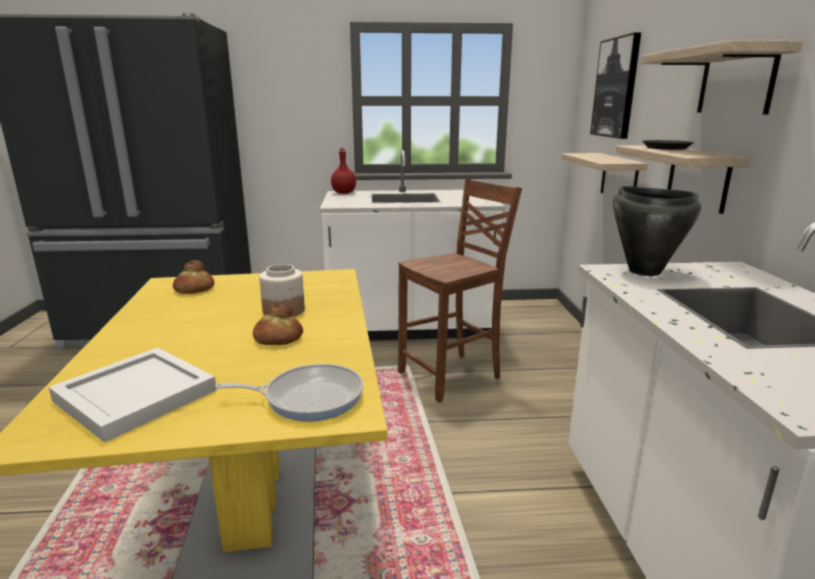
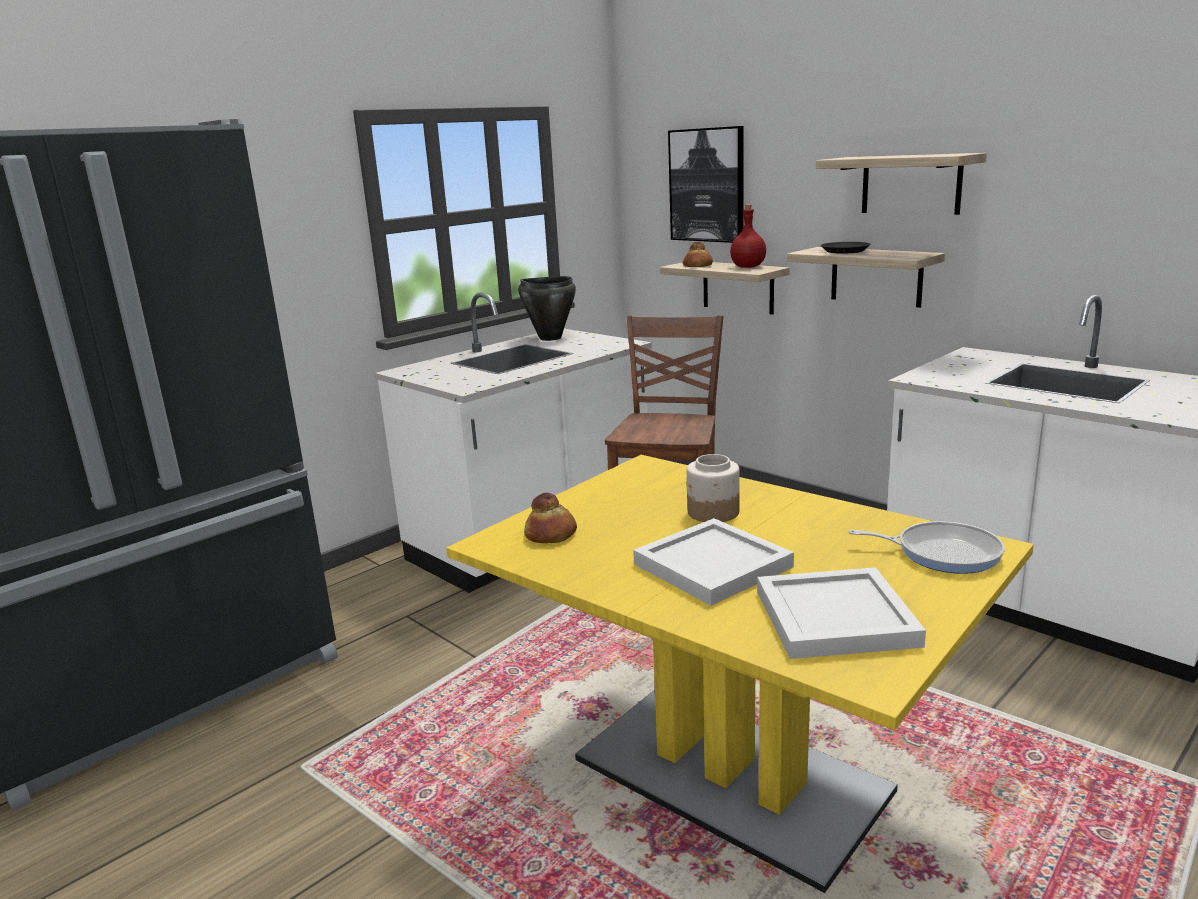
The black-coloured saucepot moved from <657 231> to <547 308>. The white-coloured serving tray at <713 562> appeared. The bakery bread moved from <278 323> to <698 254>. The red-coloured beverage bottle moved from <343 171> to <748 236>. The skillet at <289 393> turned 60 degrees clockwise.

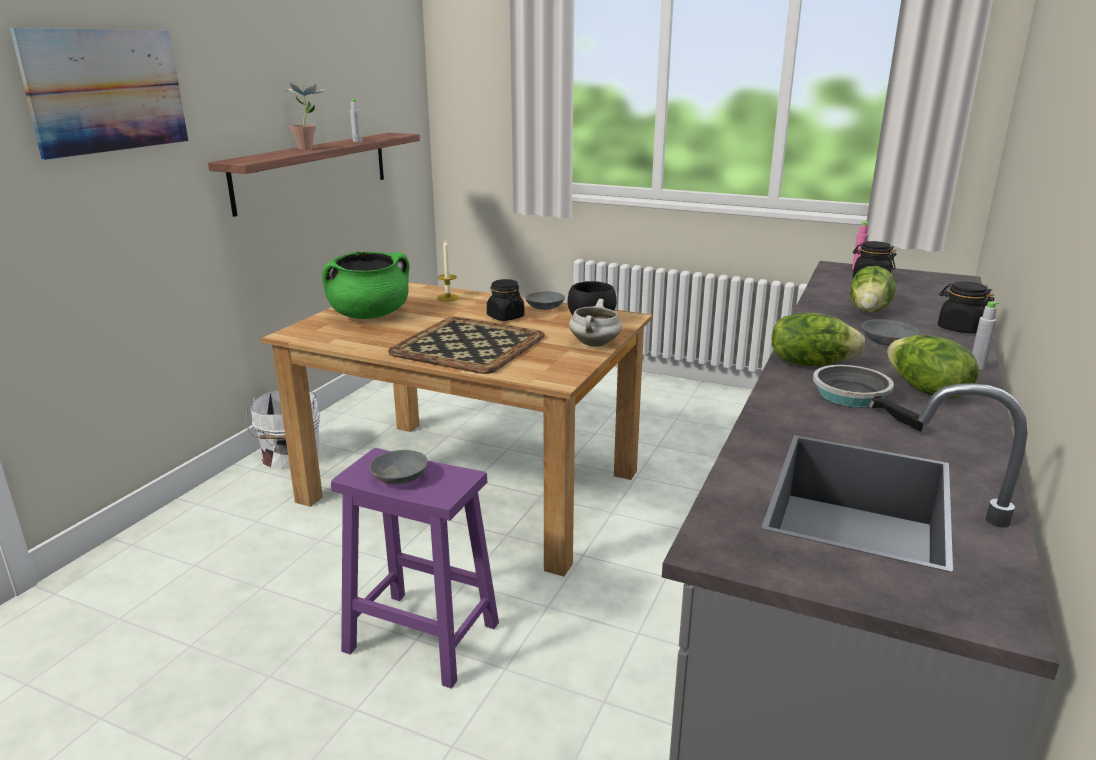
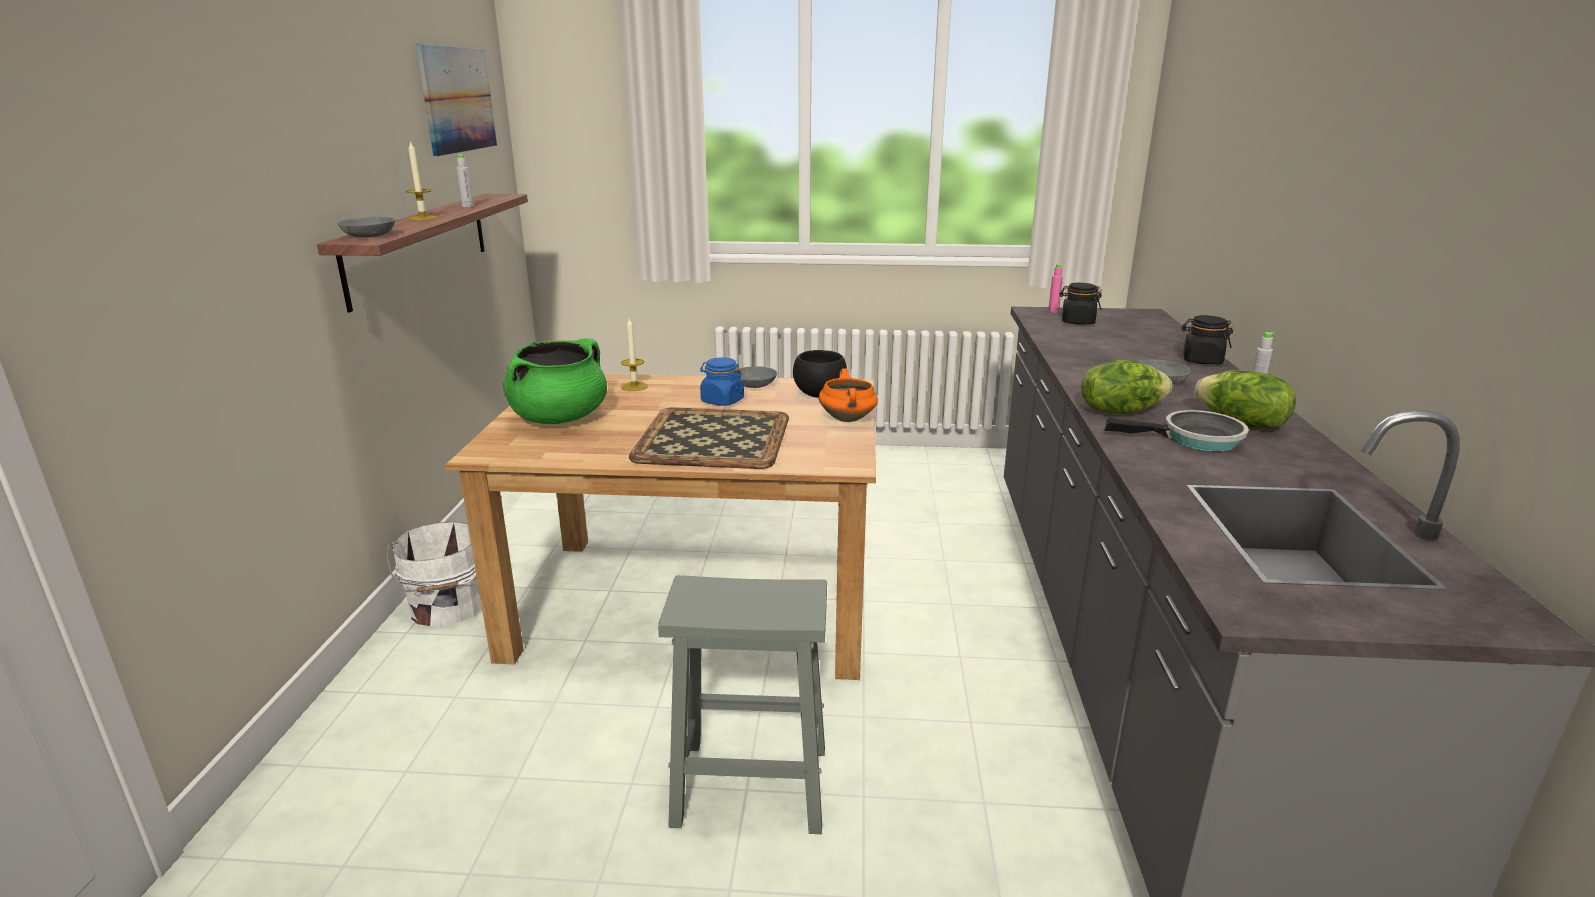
The greyish deep dish moved from <399 467> to <366 227>. The potted plant at <304 115> was replaced by the candle at <422 180>. The wall art moved from <99 94> to <456 100>. The purplish sitting stool at <415 568> became the greyish sitting stool at <742 704>. The black-coloured preserve jar at <505 300> became the blue-coloured preserve jar at <722 381>. The white-coloured saucepot at <595 323> became the orange-coloured saucepot at <848 395>. The skillet at <868 398> turned 135 degrees clockwise. The lettuce head at <872 289> disappeared.

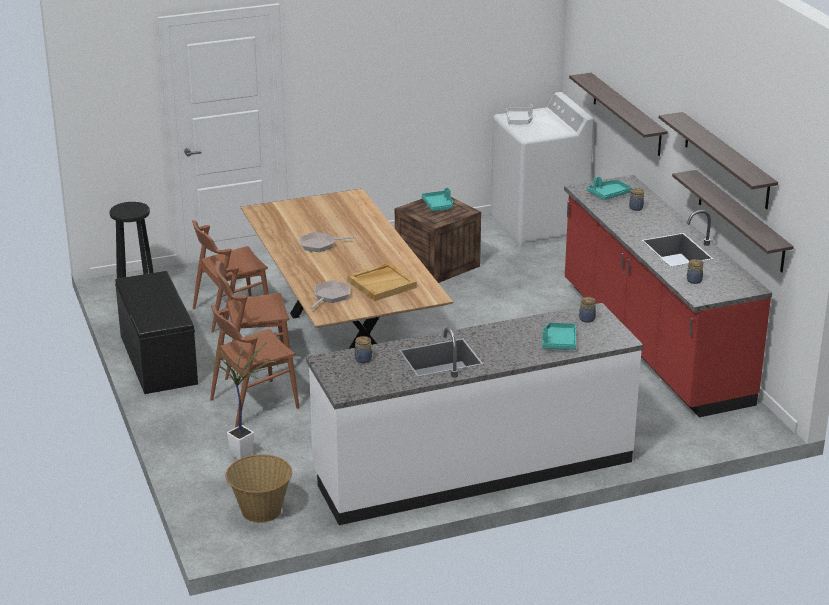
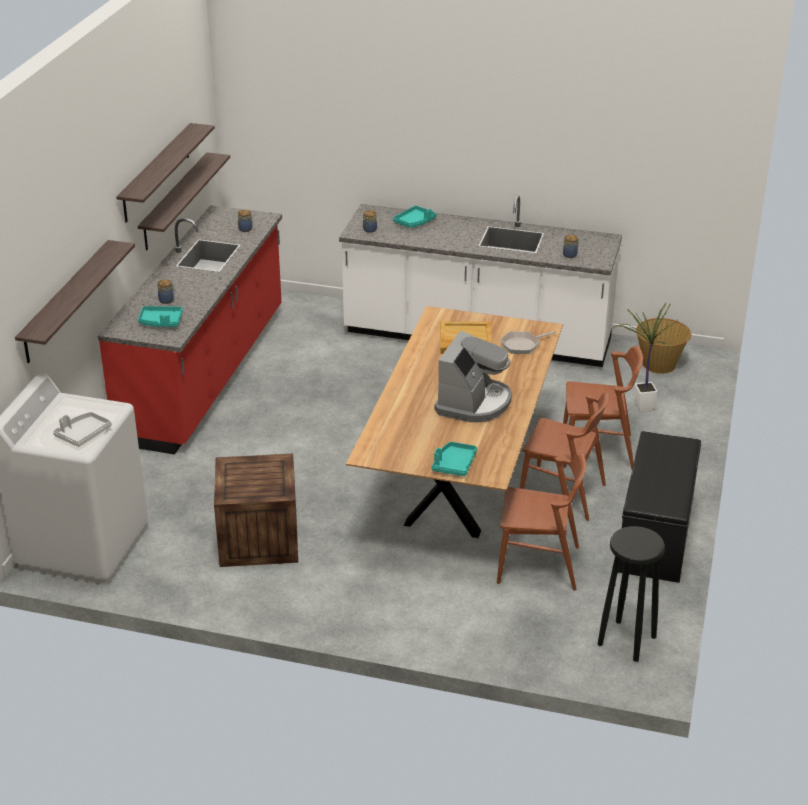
The blue-green serving tray moved from <437 199> to <454 459>. The skillet at <327 242> was replaced by the coffee machine at <473 376>.

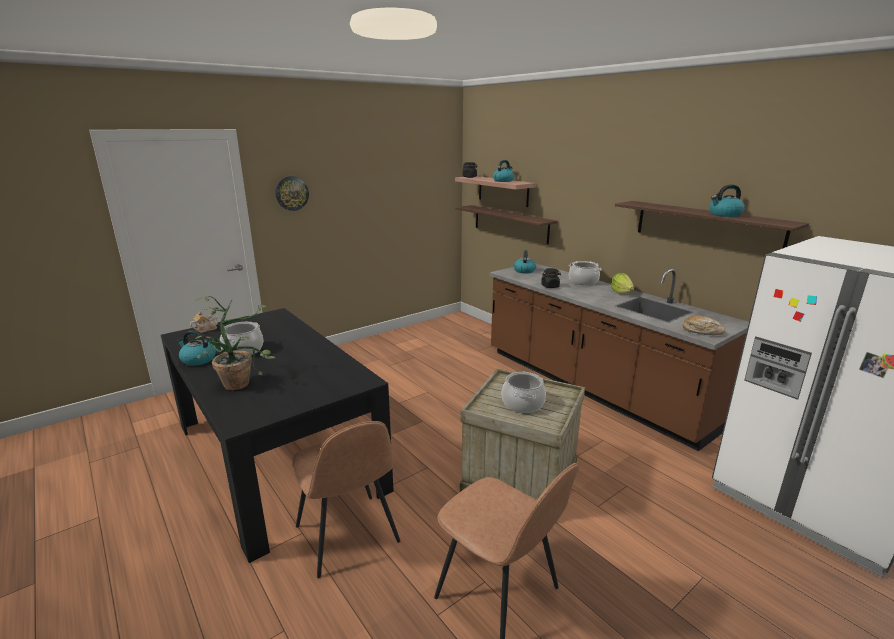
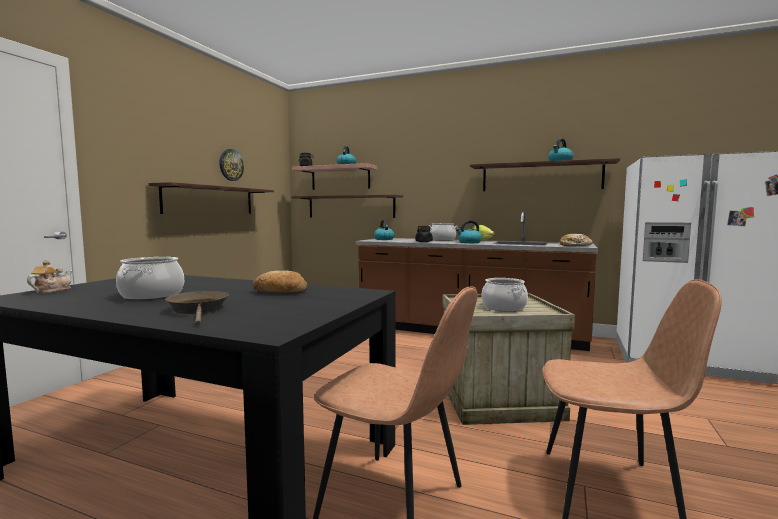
The wall shelf at <211 198> appeared. The potted plant at <236 343> was replaced by the brownish skillet at <197 308>. The clock on the wall moved from <292 193> to <231 165>. The bakery bread at <280 281> appeared. The water kettle moved from <196 348> to <469 232>.

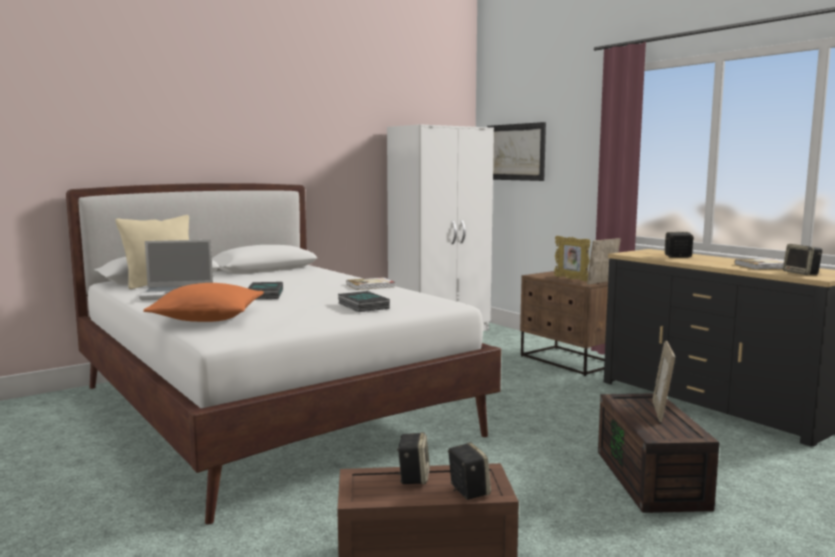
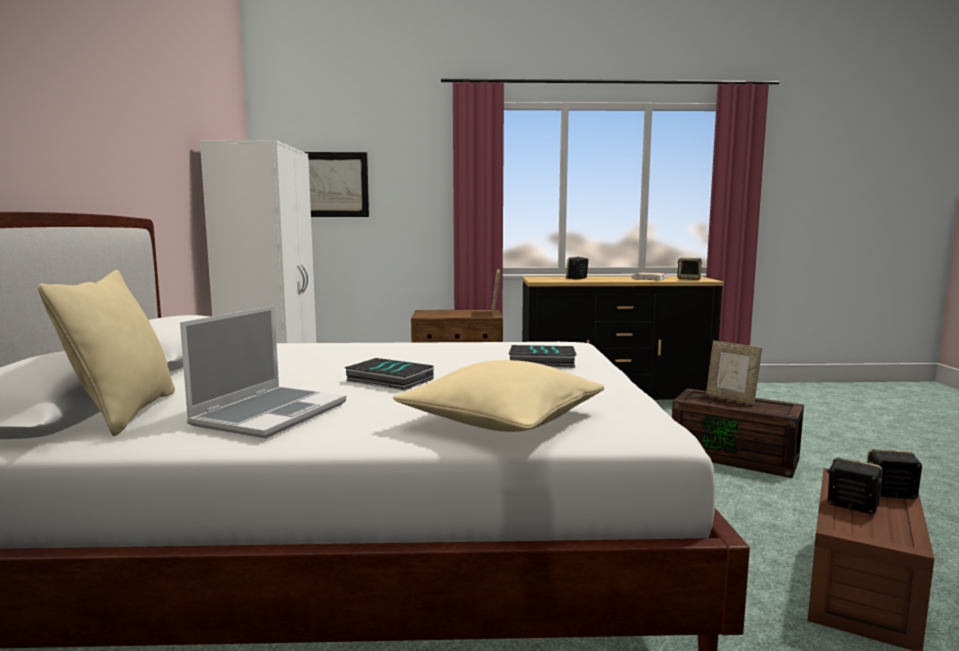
The orange-coloured throw pillow at <204 302> became the beige-coloured throw pillow at <499 396>. The volume at <371 283> disappeared. The picture frame at <572 258> disappeared.

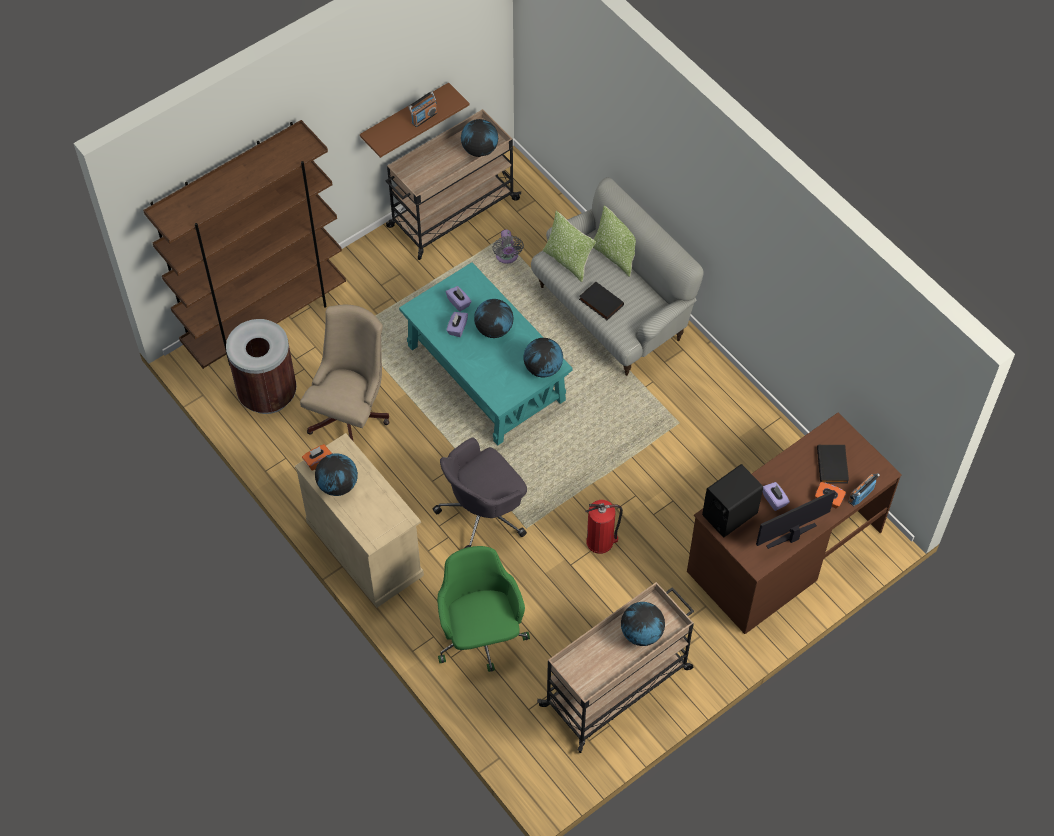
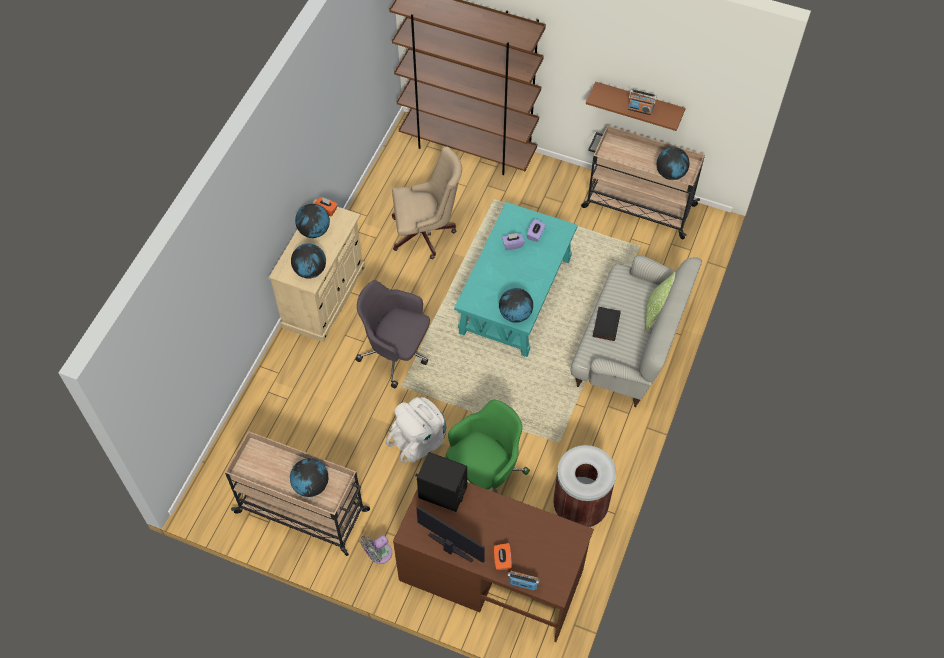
The globe moved from <494 318> to <308 261>. The greyish fan moved from <508 246> to <376 549>. The extinguisher at <604 527> was replaced by the white-coloured backpack at <416 430>. The green-coloured computer chair moved from <483 609> to <488 446>. The brownish trash can moved from <261 366> to <584 486>. The throw pillow at <569 246> disappeared. The purplish box of tissues at <776 496> disappeared. The black-coloured volume at <833 463> disappeared.

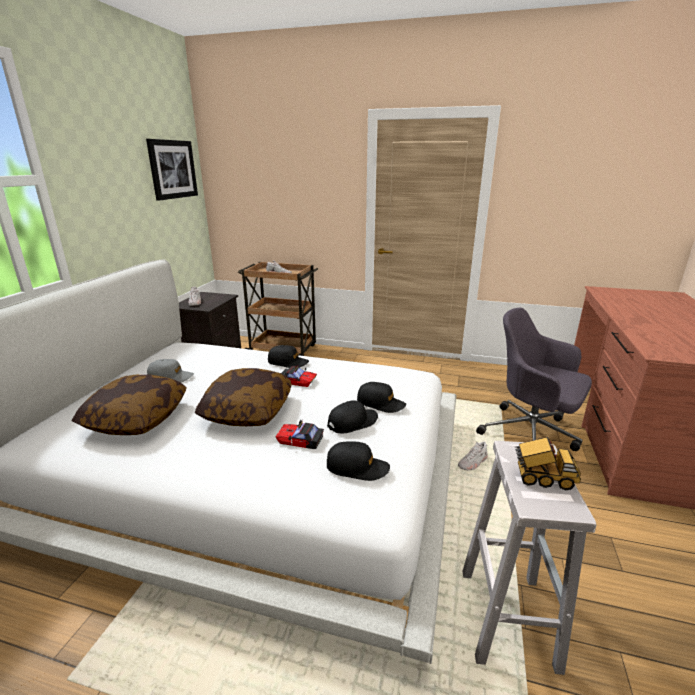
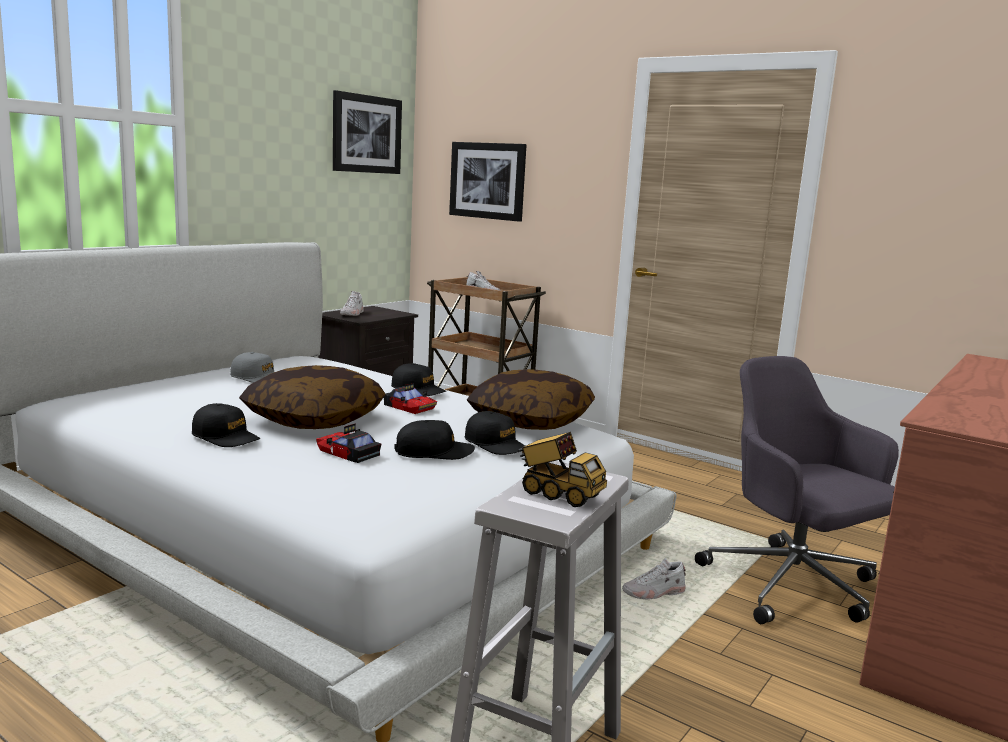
The black-coloured baseball cap moved from <358 461> to <226 425>. The wall art at <488 182> appeared. The throw pillow moved from <129 404> to <531 399>.

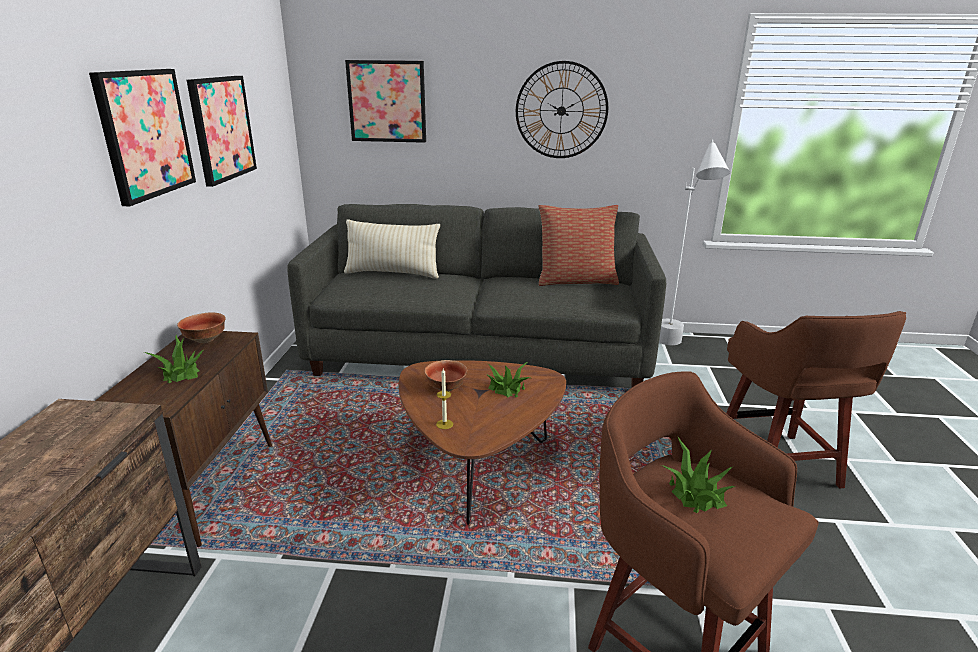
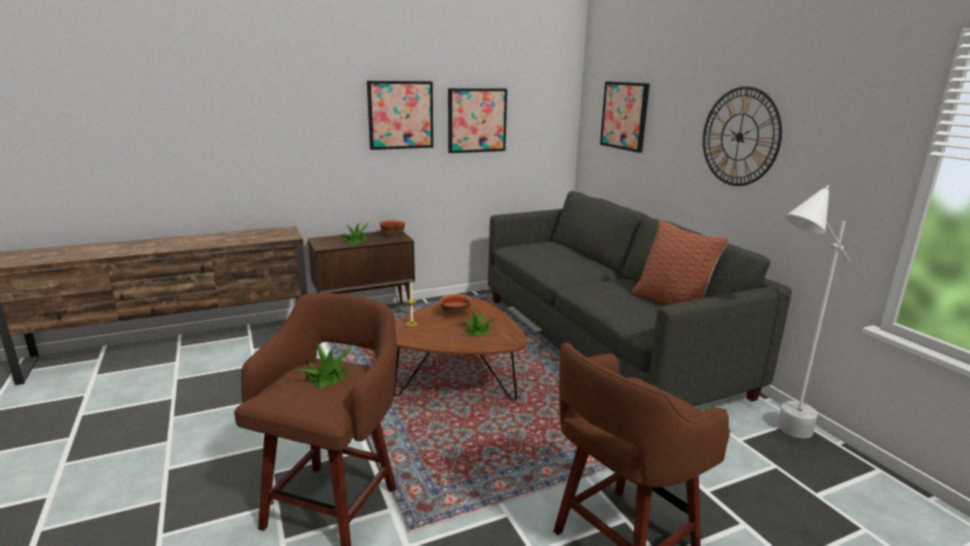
The beige-coloured throw pillow at <392 249> disappeared.

